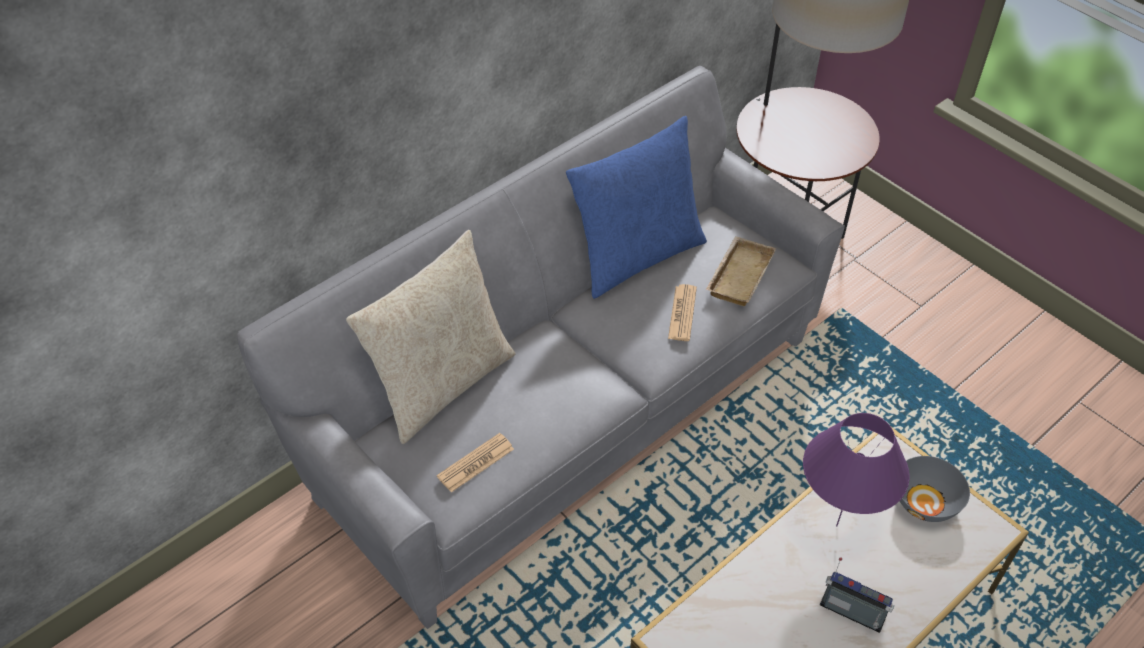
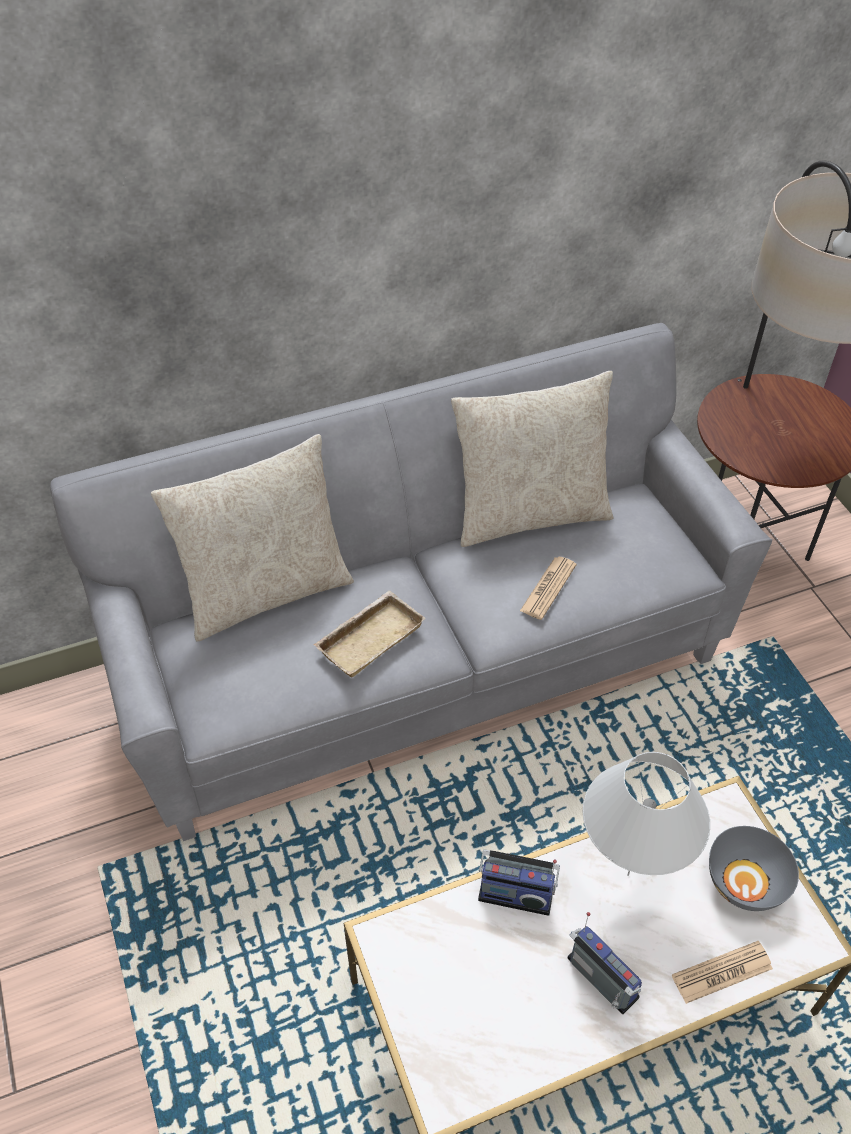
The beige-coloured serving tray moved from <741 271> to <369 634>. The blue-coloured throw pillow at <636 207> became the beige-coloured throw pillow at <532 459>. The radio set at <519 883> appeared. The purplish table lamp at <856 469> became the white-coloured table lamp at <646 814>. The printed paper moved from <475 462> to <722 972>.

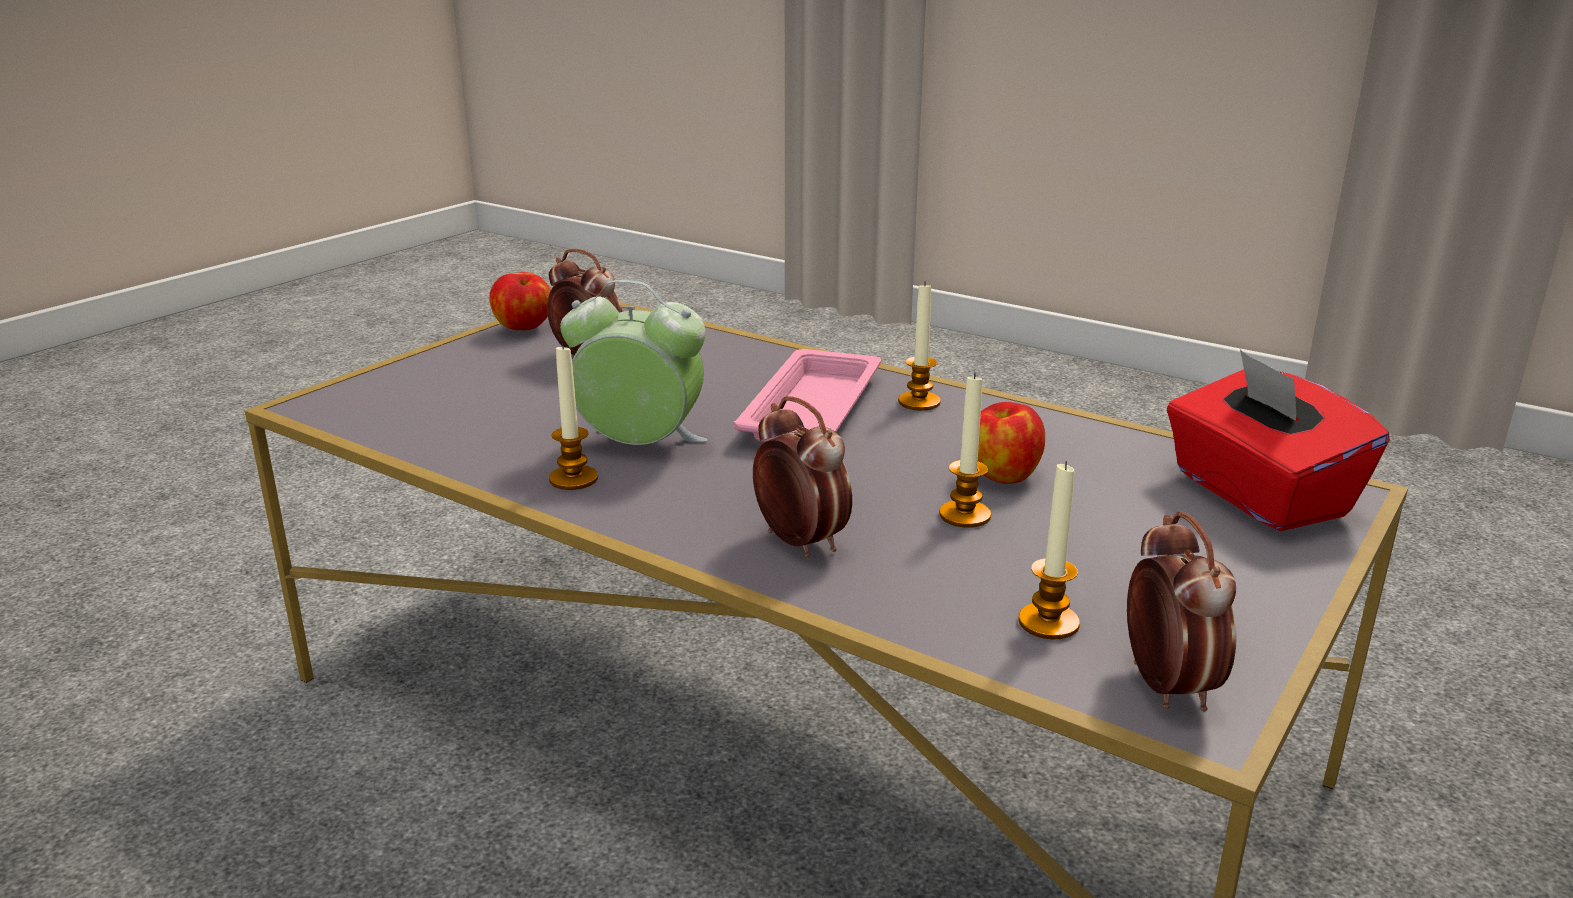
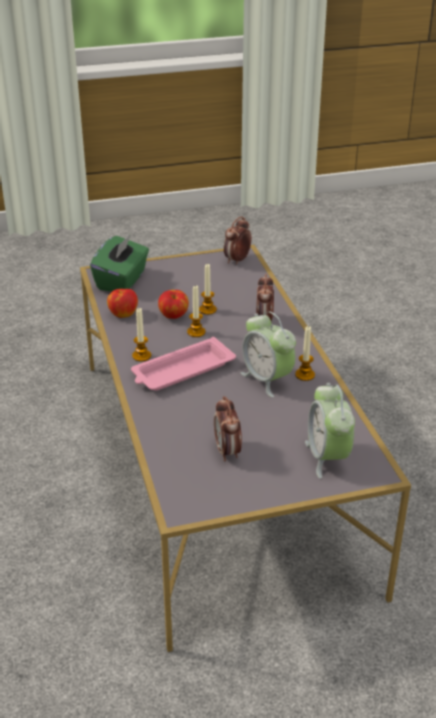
The red-coloured box of tissues at <1278 440> became the green-coloured box of tissues at <119 263>. The apple moved from <520 301> to <122 303>. The candle moved from <1049 550> to <196 311>. The table clock at <330 431> appeared.

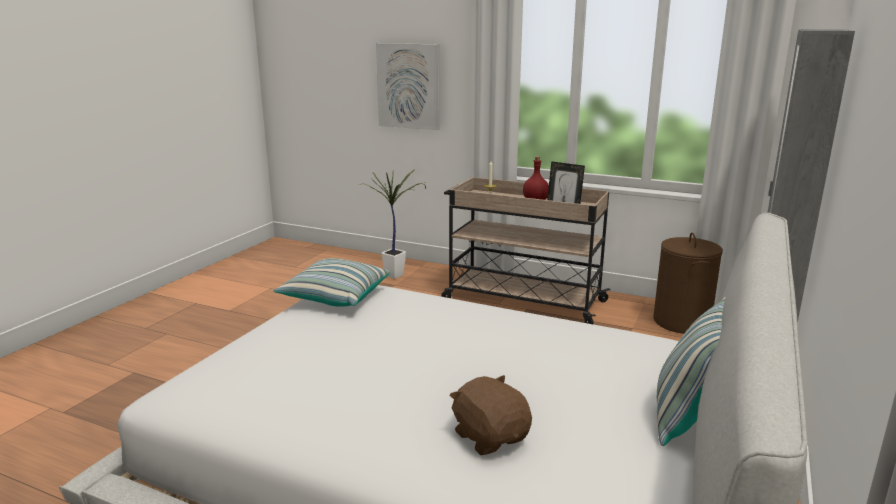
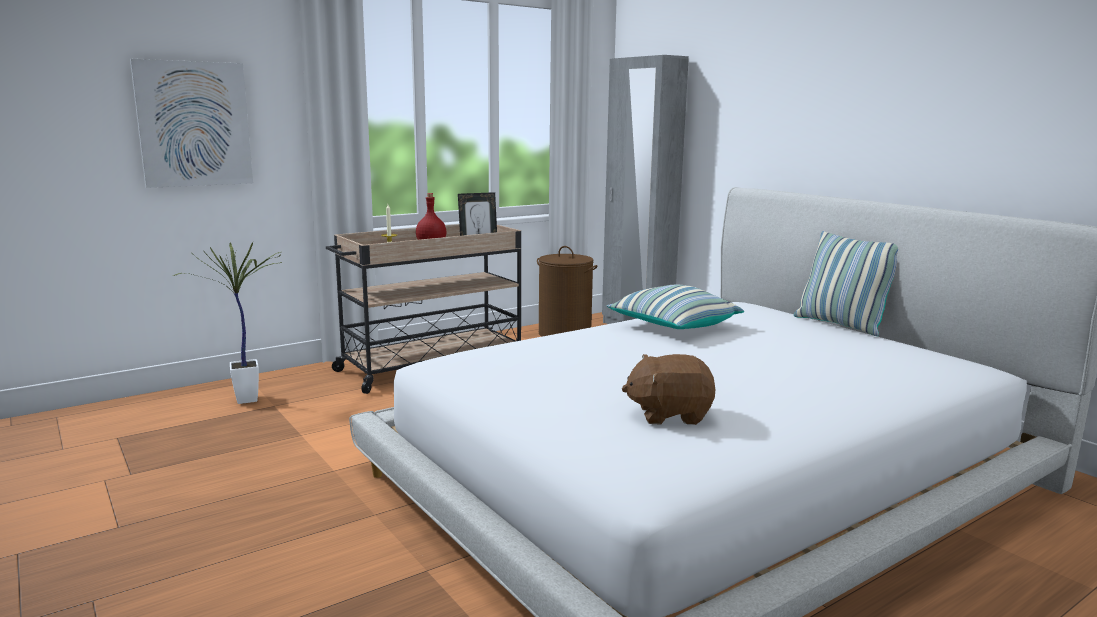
The throw pillow moved from <331 282> to <675 307>. The brownish plush toy moved from <490 415> to <669 389>.

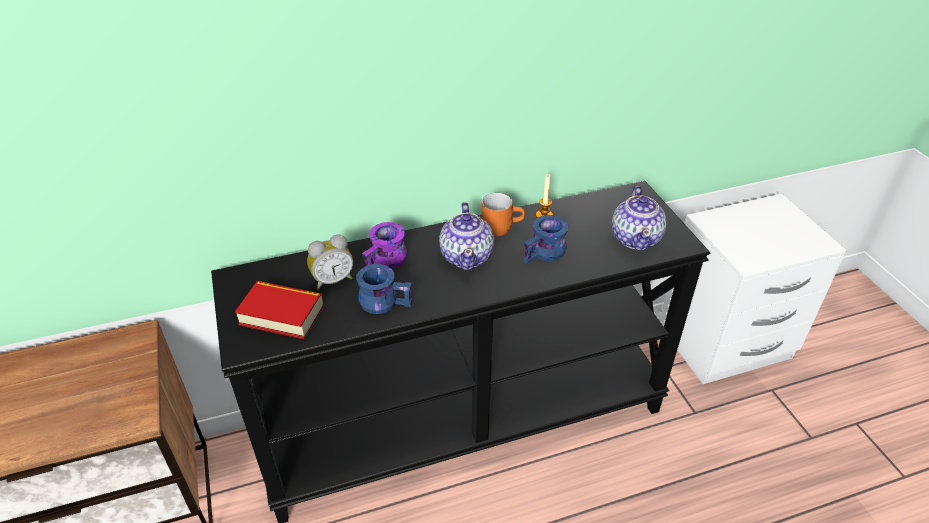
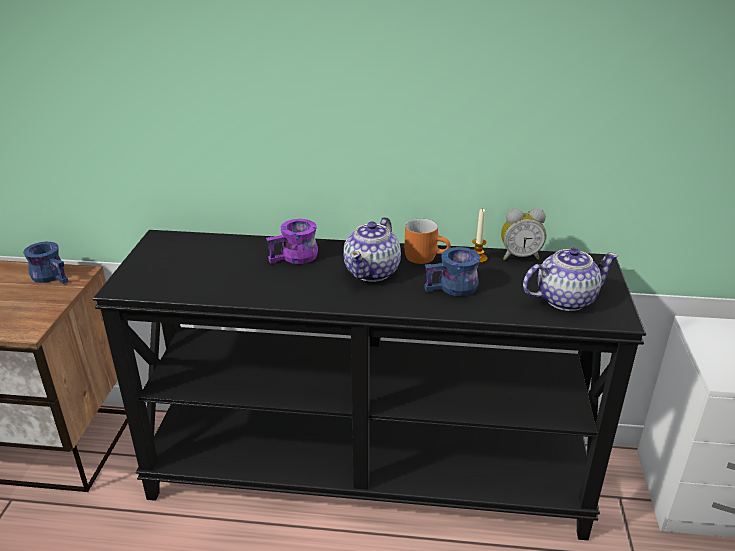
The blue-coloured coffee mug moved from <384 289> to <46 263>. The table clock moved from <330 262> to <523 234>. The tea pot at <639 218> turned 135 degrees counterclockwise. The volume at <279 310> disappeared.

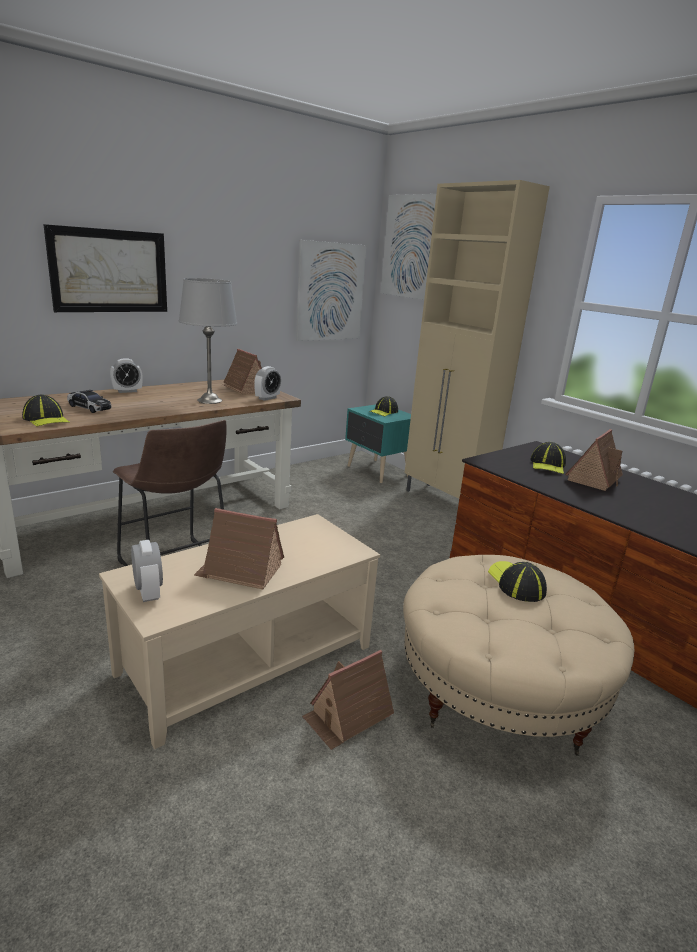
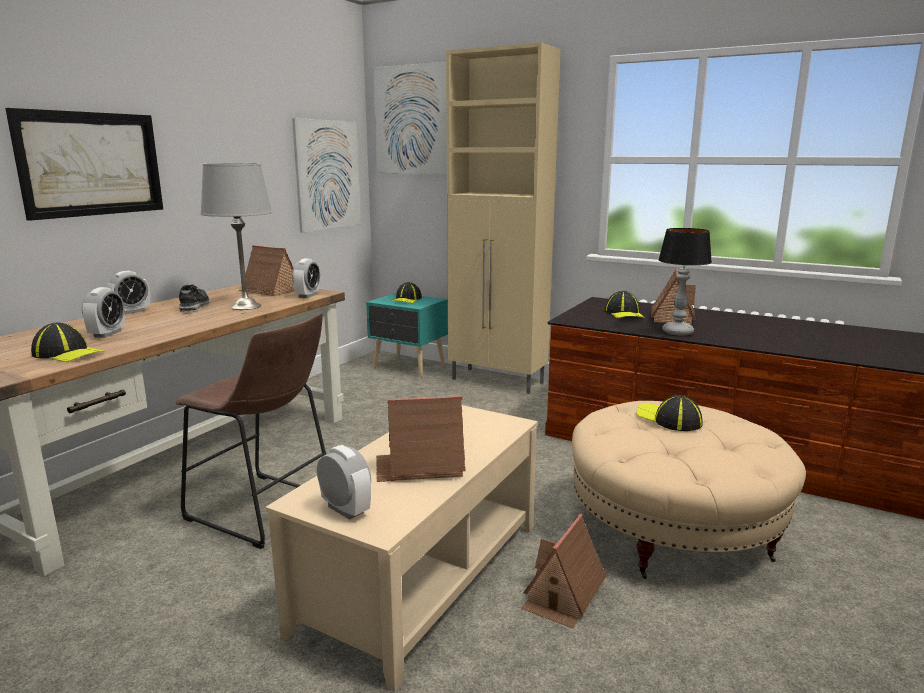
The model car at <89 401> was replaced by the table clock at <103 312>. The shoe at <194 298> appeared. The table lamp at <685 282> appeared.

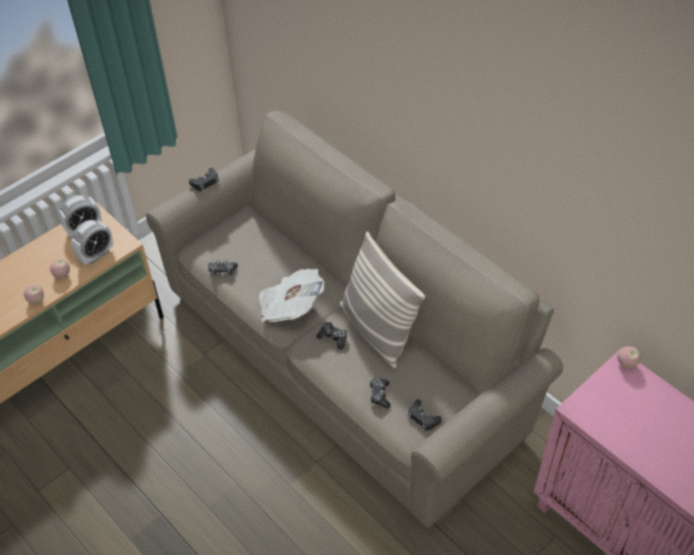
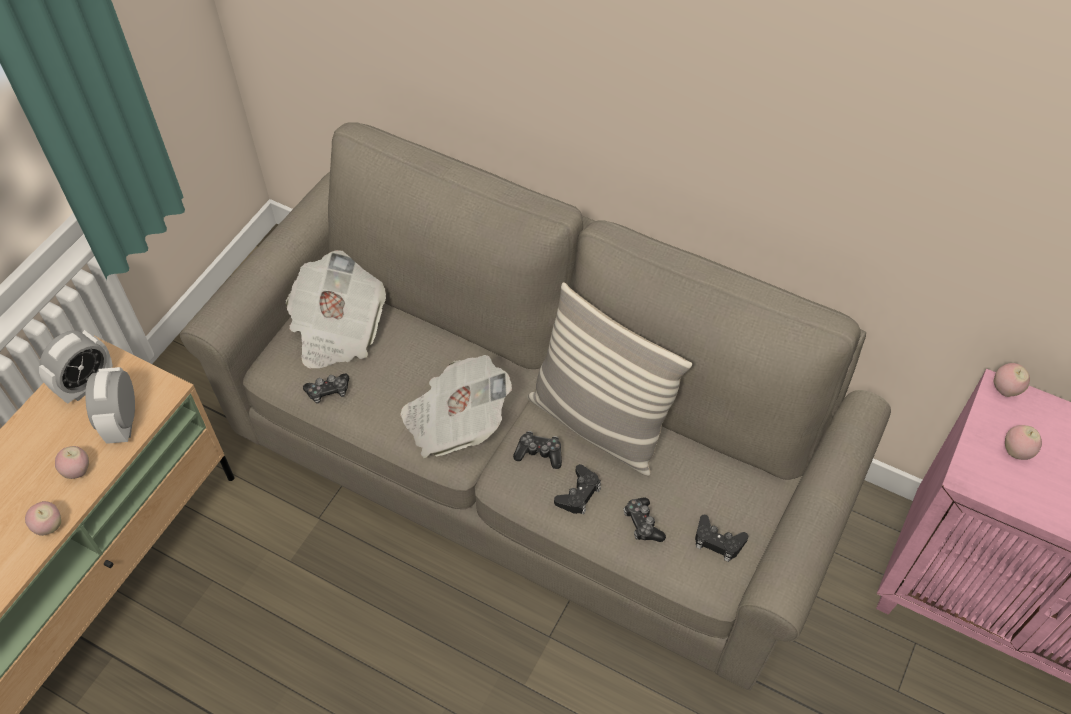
The table clock at <92 242> turned 150 degrees clockwise. The printed paper at <336 309> appeared. The black-coloured game controller moved from <204 180> to <577 489>. The apple at <1023 442> appeared.

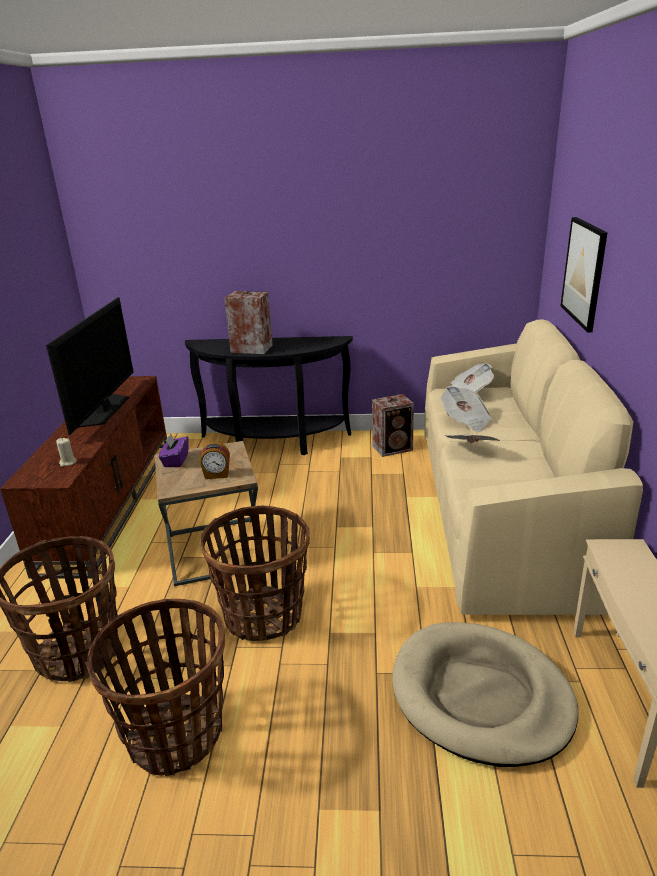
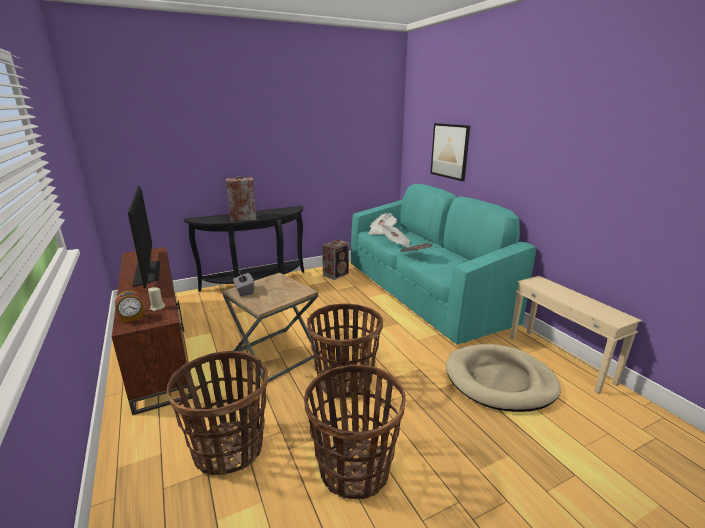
The table clock moved from <214 460> to <129 307>. The purplish box of tissues at <173 450> became the greyish box of tissues at <243 284>. The beige-coloured settee at <533 468> became the blue-green settee at <443 264>.

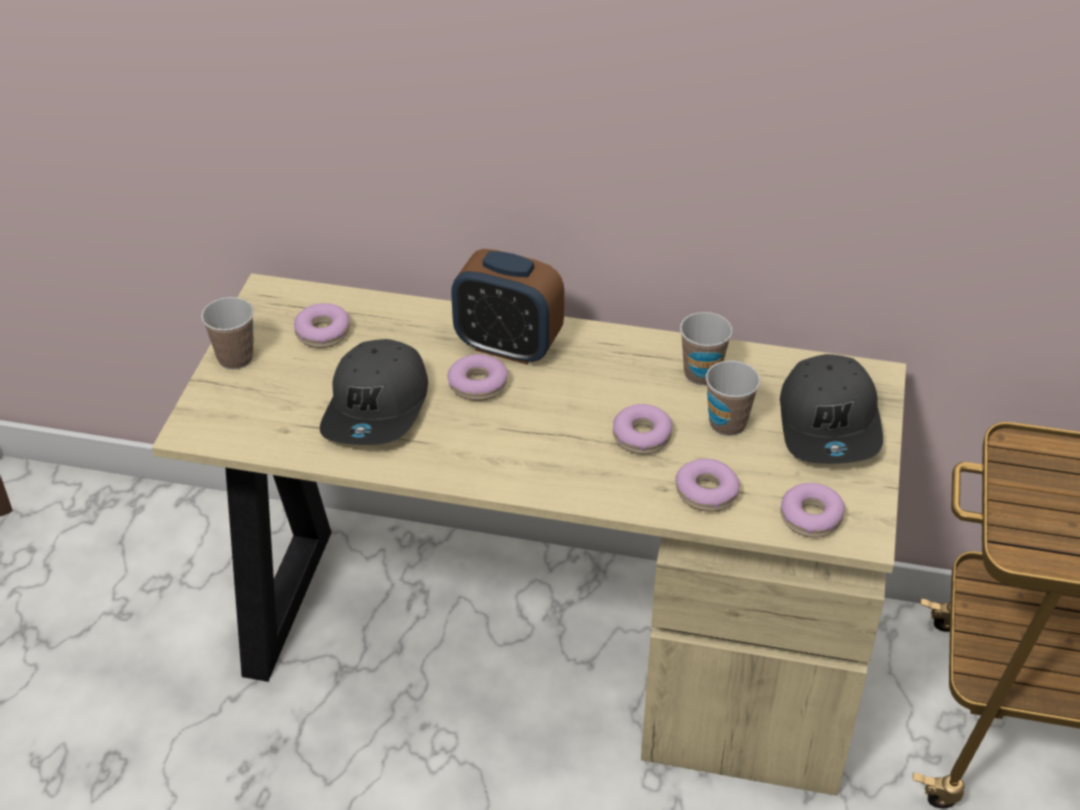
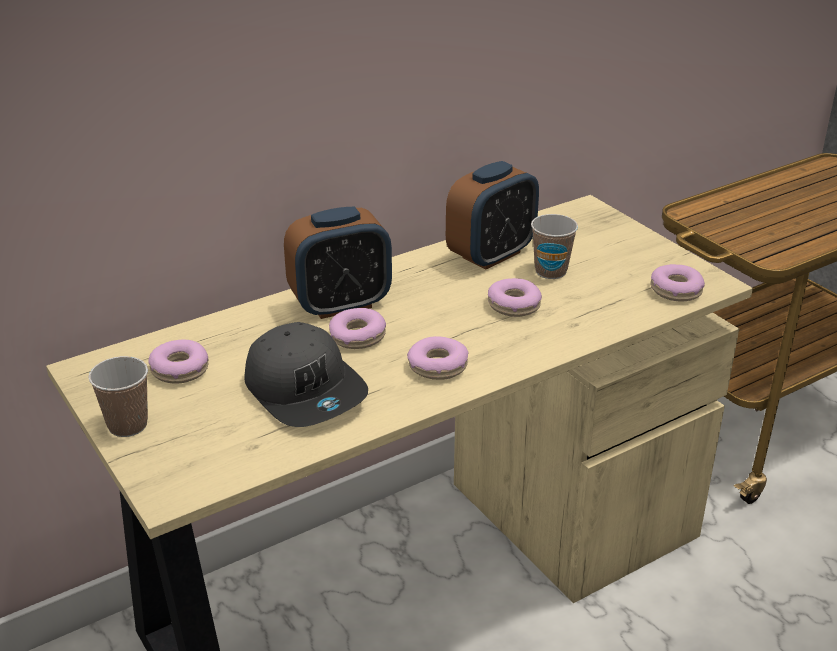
The ring doughnut moved from <707 485> to <438 358>. The small cup at <706 348> was replaced by the table clock at <492 215>. The greyish baseball cap at <831 409> disappeared.

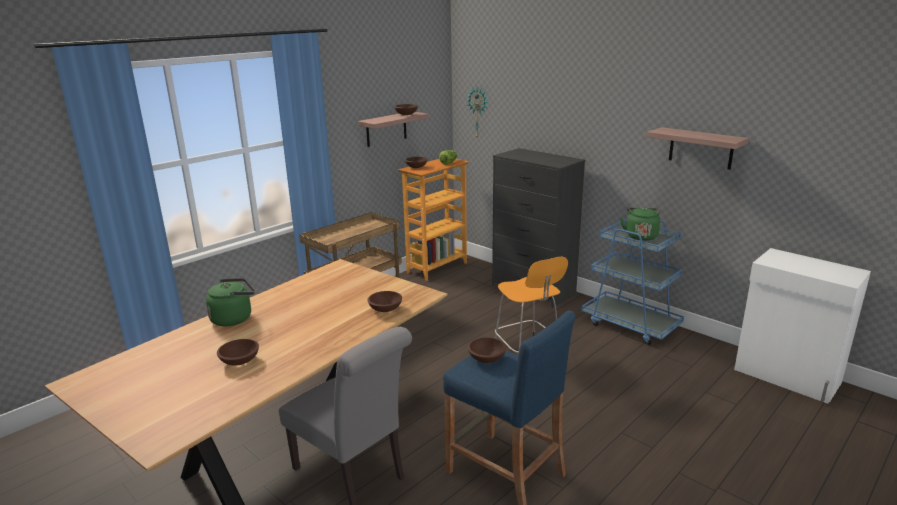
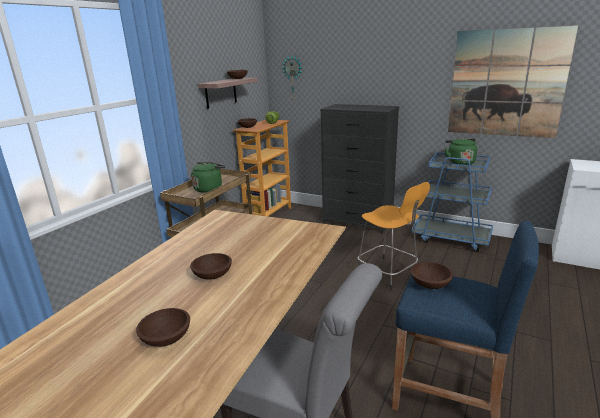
The brownish deep dish moved from <384 301> to <211 266>. The green-coloured water kettle moved from <230 302> to <208 177>. The wall shelf at <698 148> was replaced by the wall art at <513 81>.

